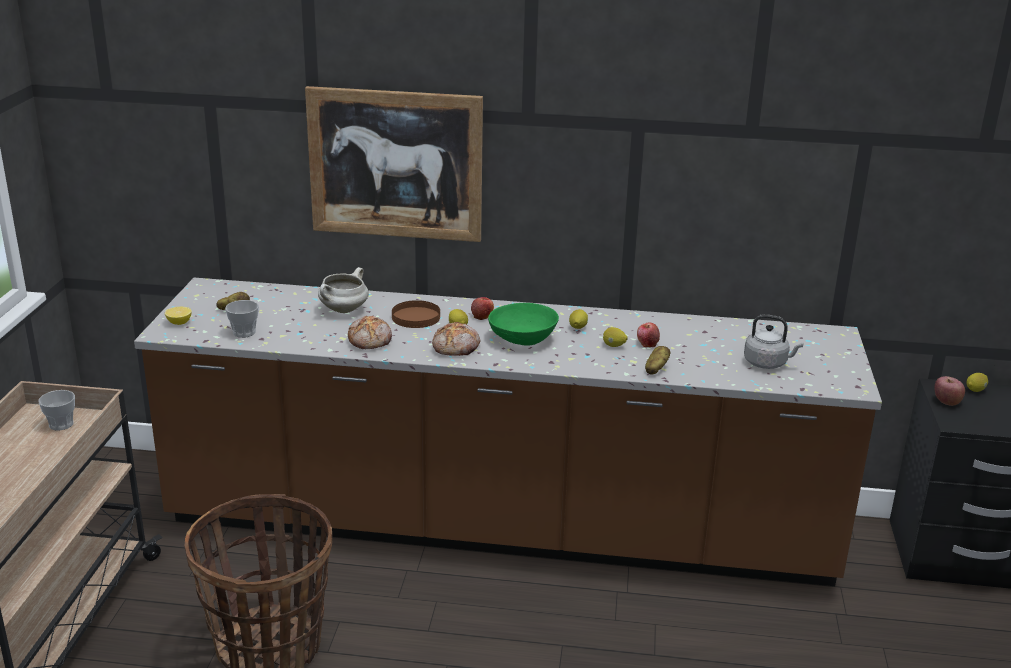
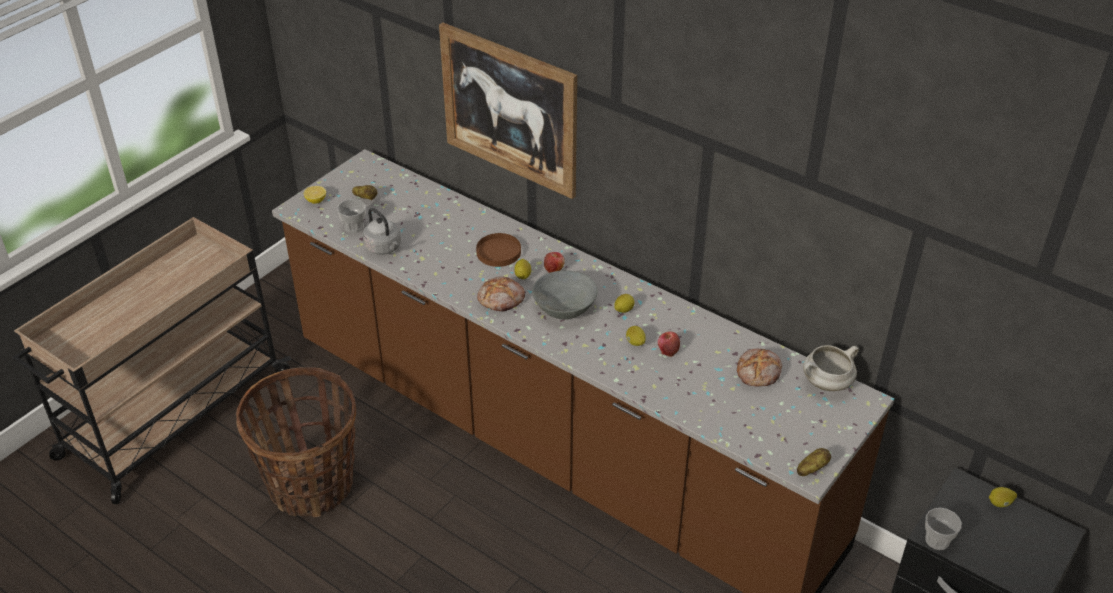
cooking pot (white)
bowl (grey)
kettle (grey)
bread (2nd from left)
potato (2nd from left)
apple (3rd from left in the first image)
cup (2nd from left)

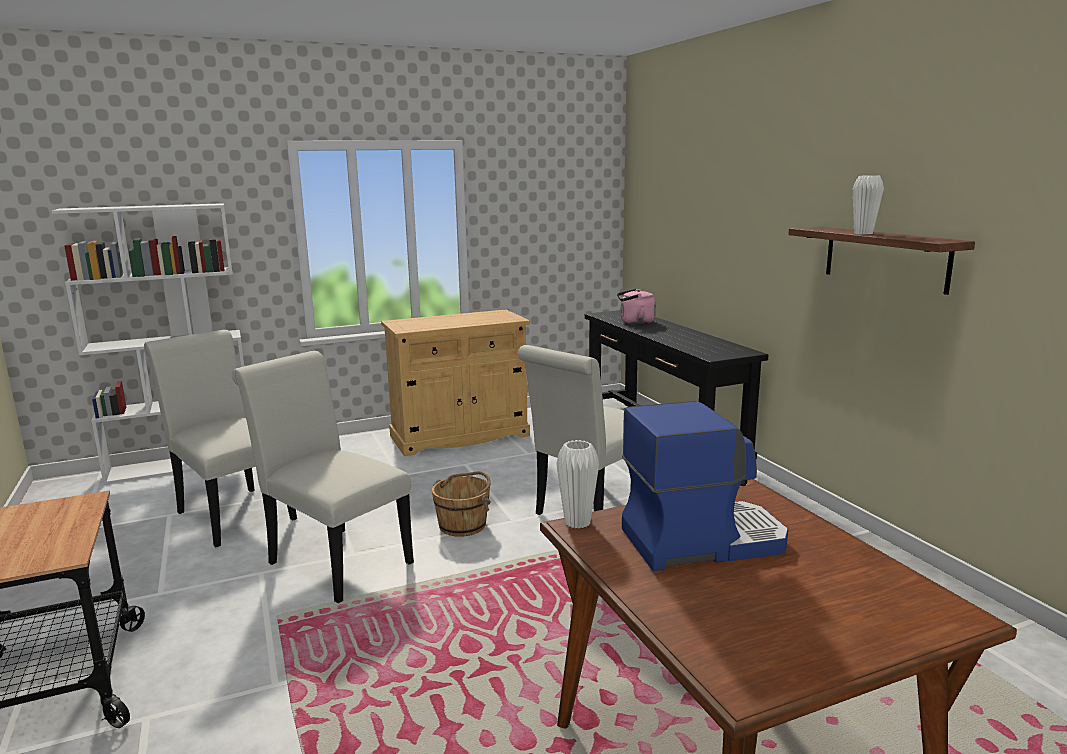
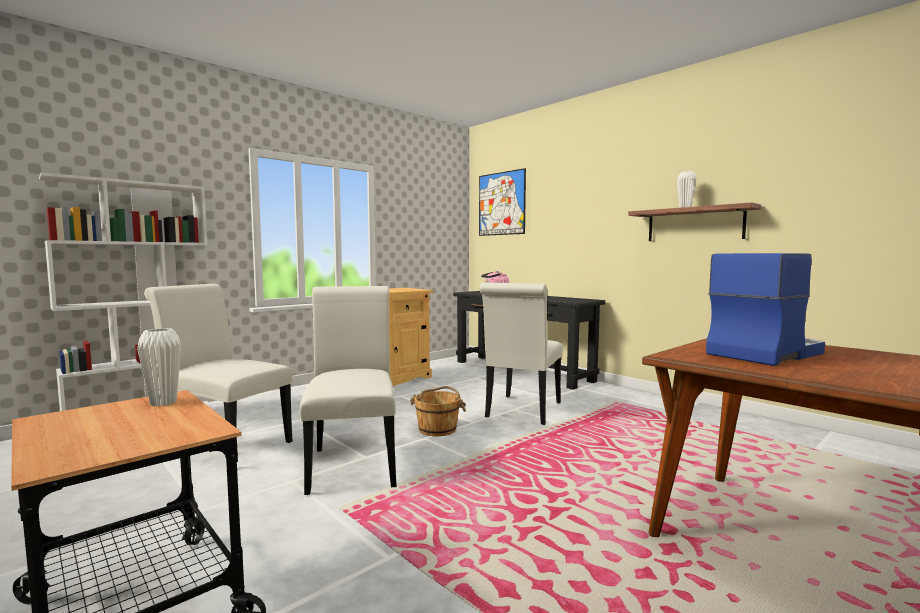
chair (white) (2nd from left)
vase (white) (1st from left)
picture

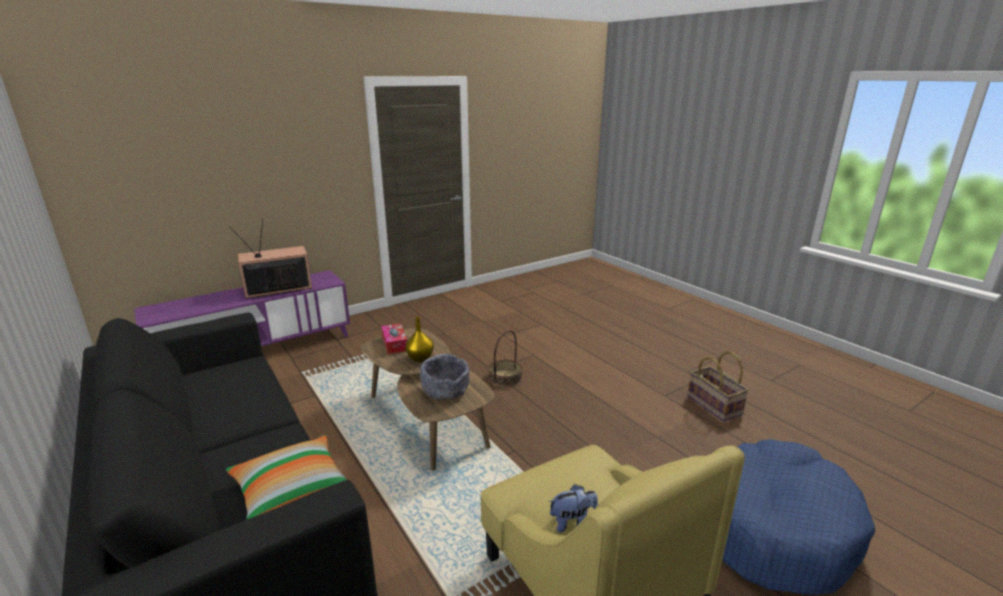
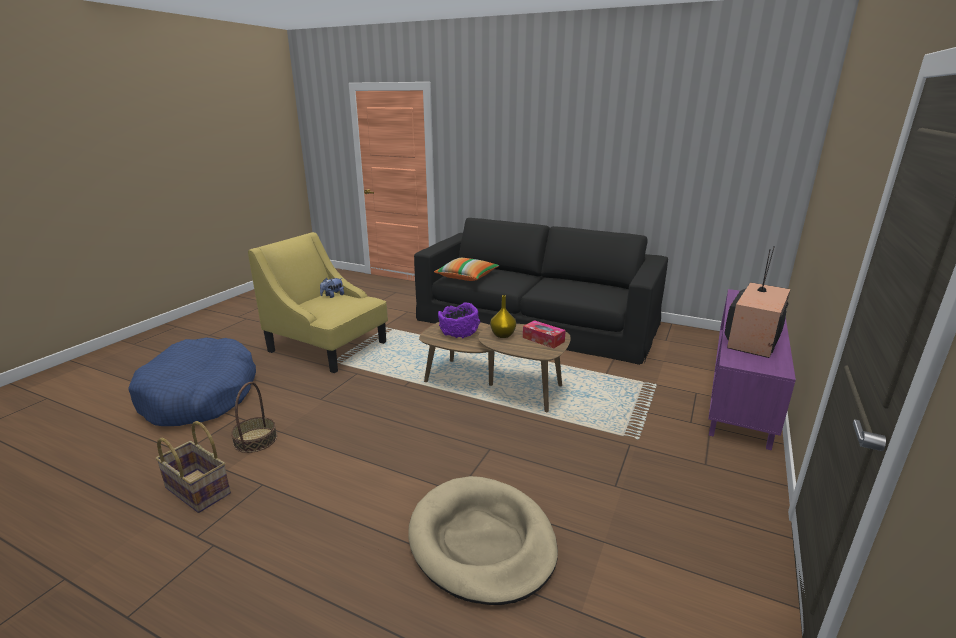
basket (2nd from left)
bowl (purple)
dog bed (beige)

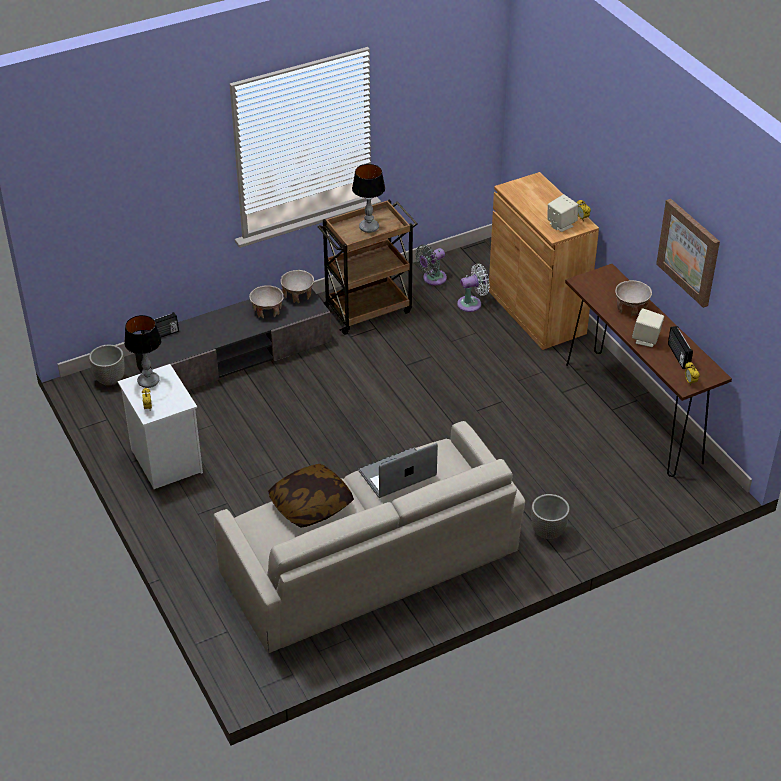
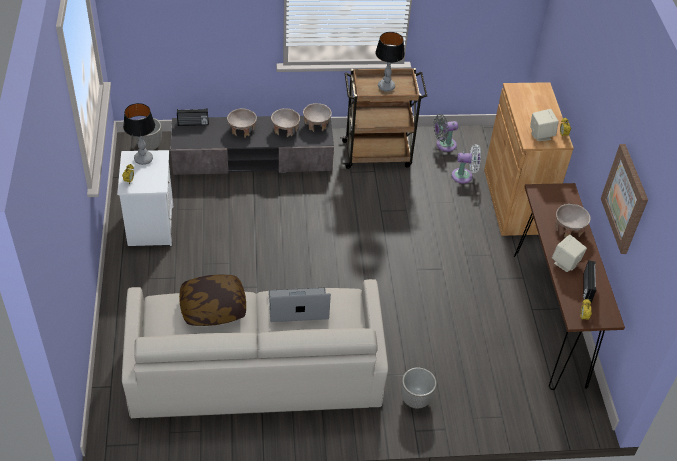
bowl (beige) (1st from left)

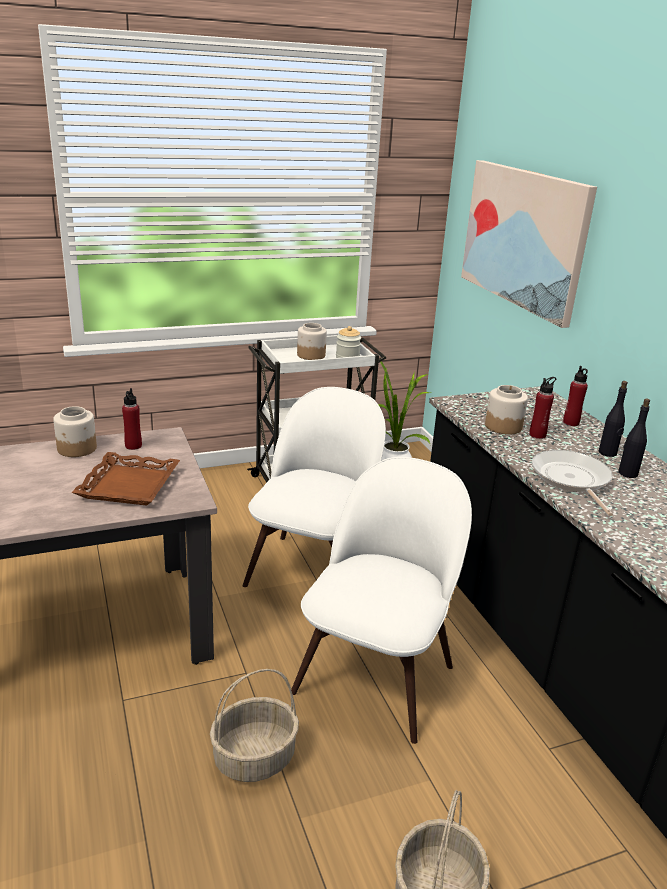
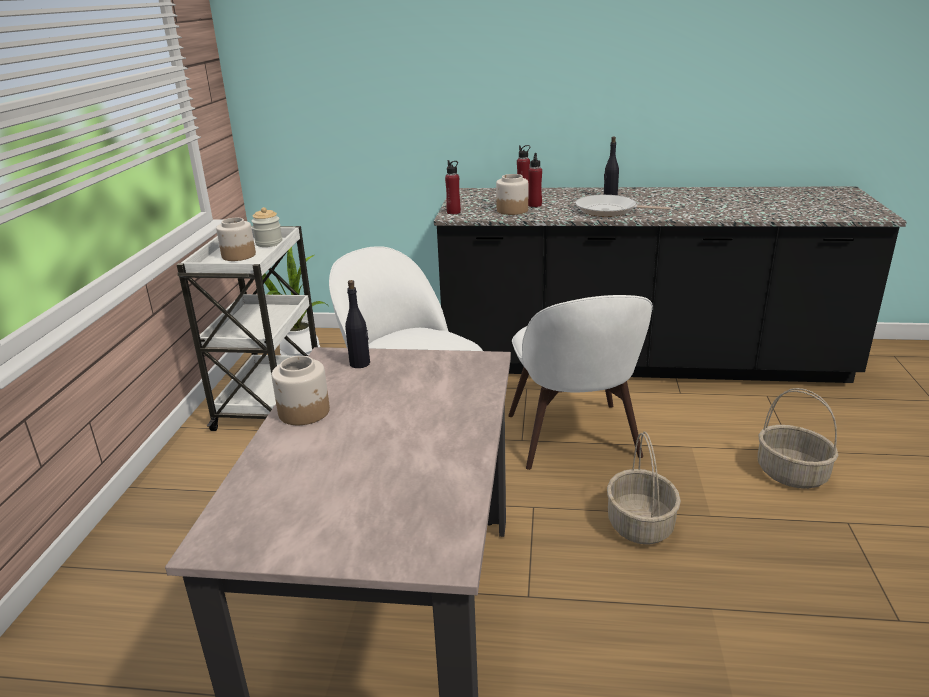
picture
bottle (black) (1st from left)
bottle (red) (1st from left)
tray (brown)
chair (white) (2nd from left)

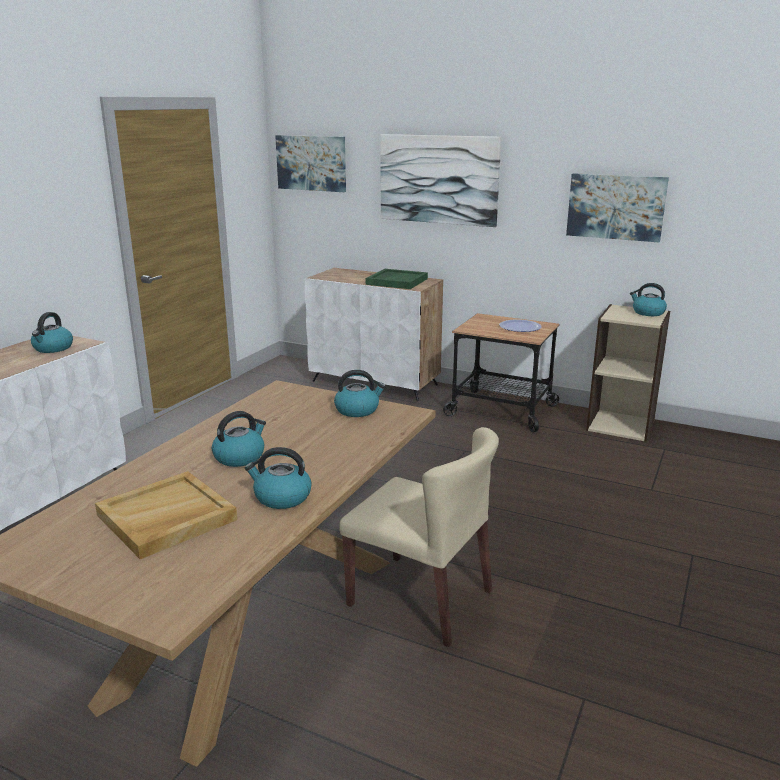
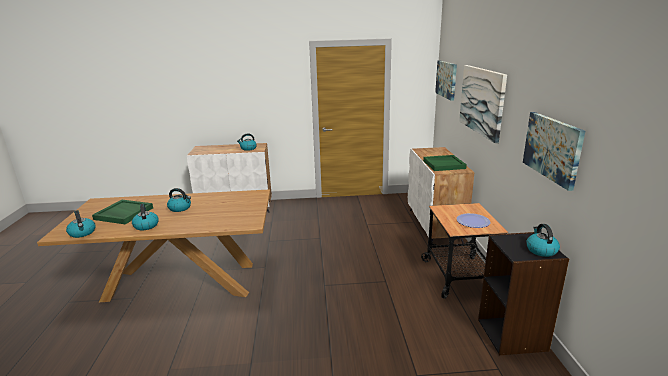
bookcase (black)
kettle (1st from left)
chair (beige)
tray (green) (1st from left)

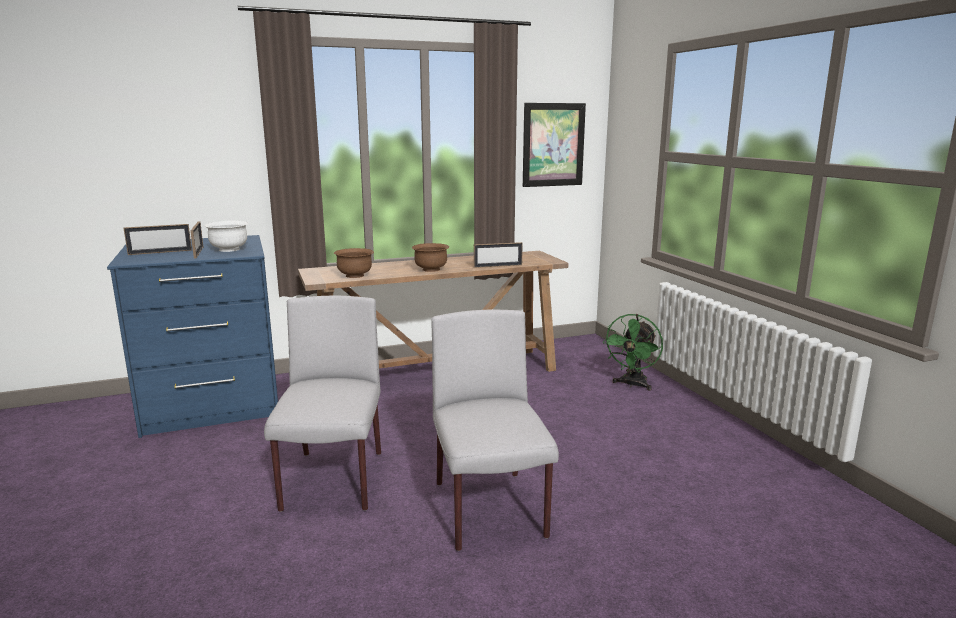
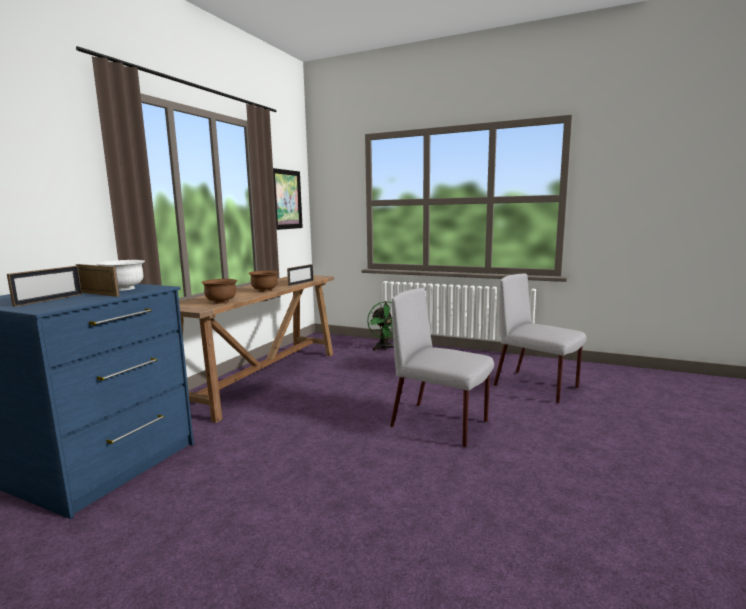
chair (grey) (2nd from left)

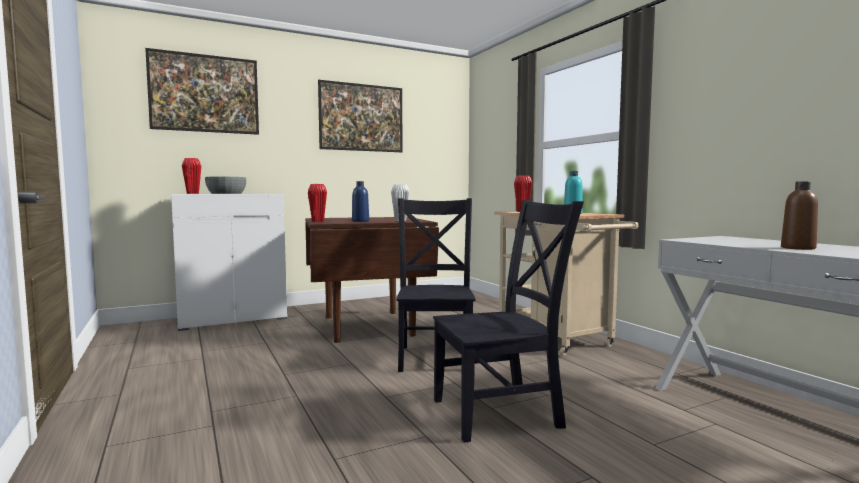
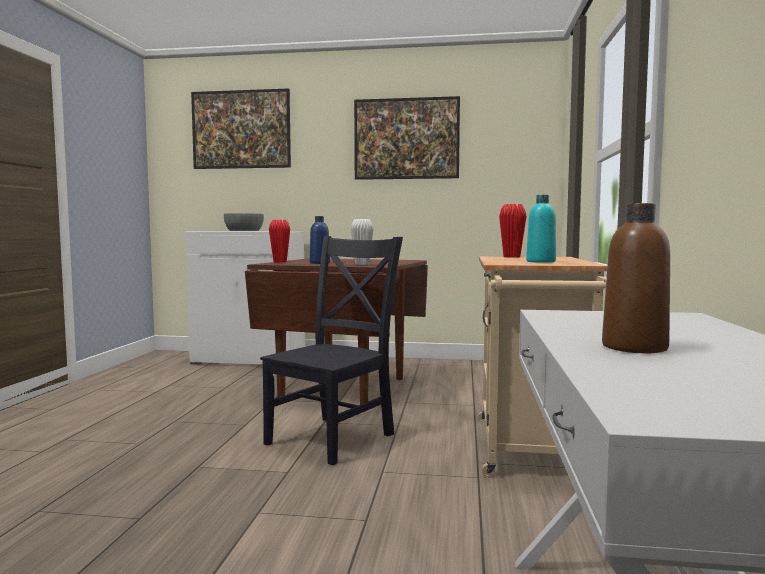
vase (red) (1st from left in the first image)
chair (black) (2nd from left in the first image)

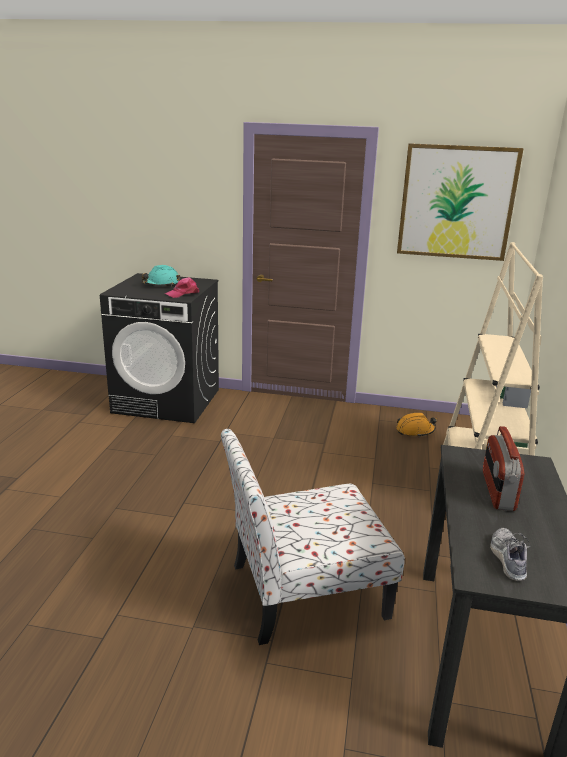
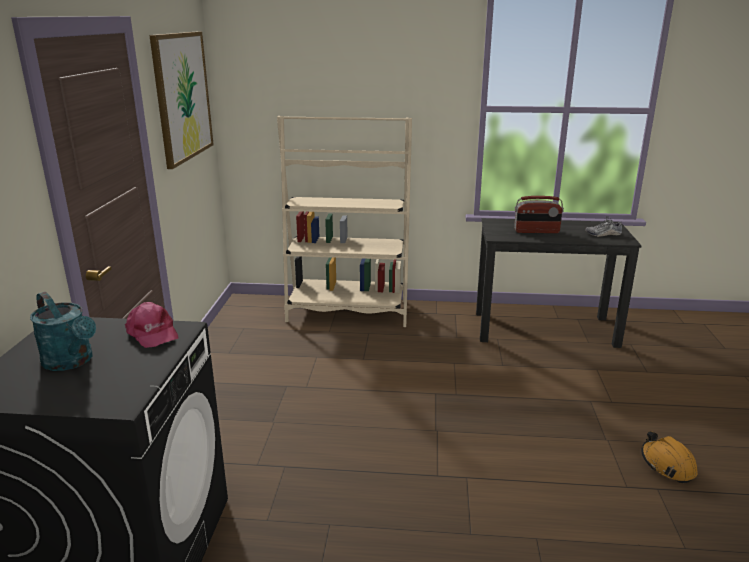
watering can (turquoise)
hard hat (orange)
chair

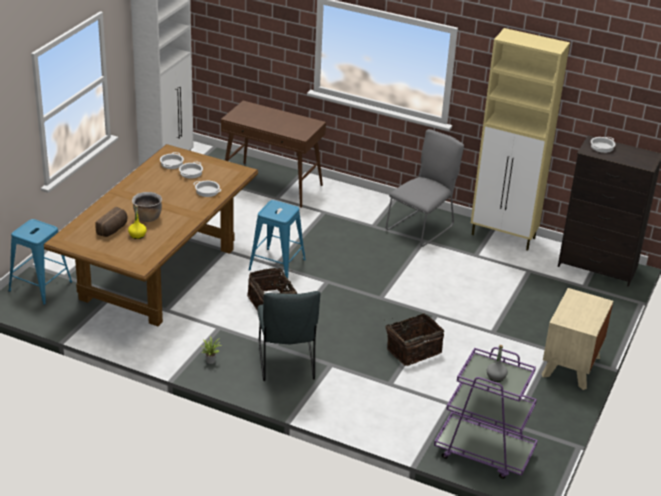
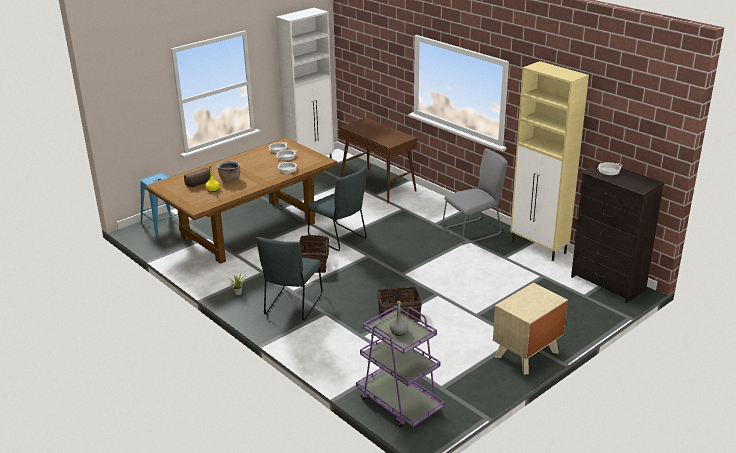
chair (grey) (2nd from left)

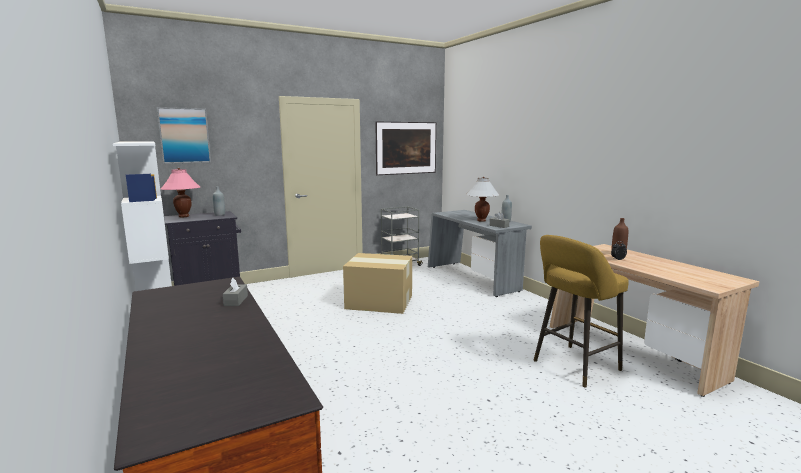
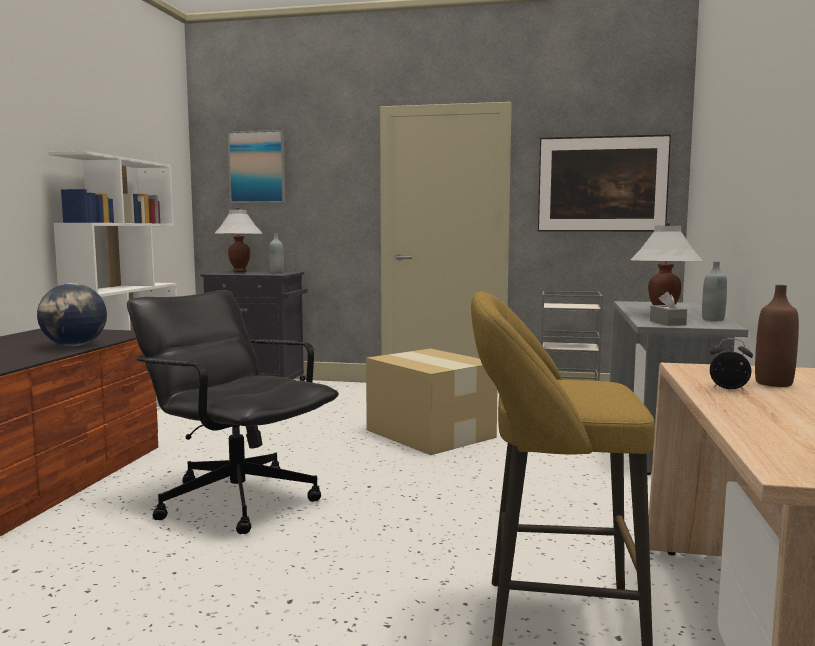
table lamp (white) (1st from left)
globe
office chair (black)

